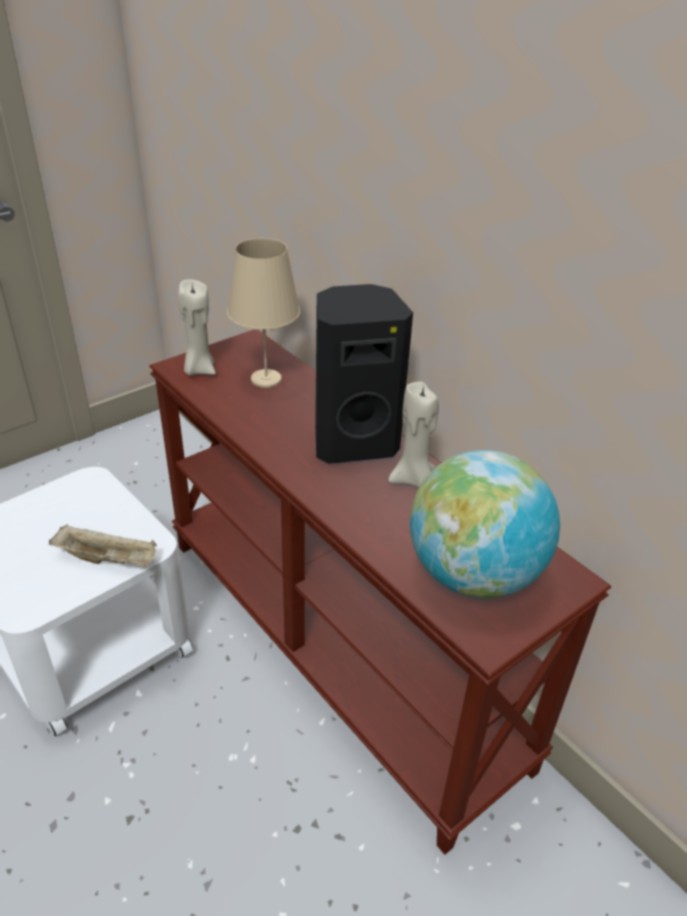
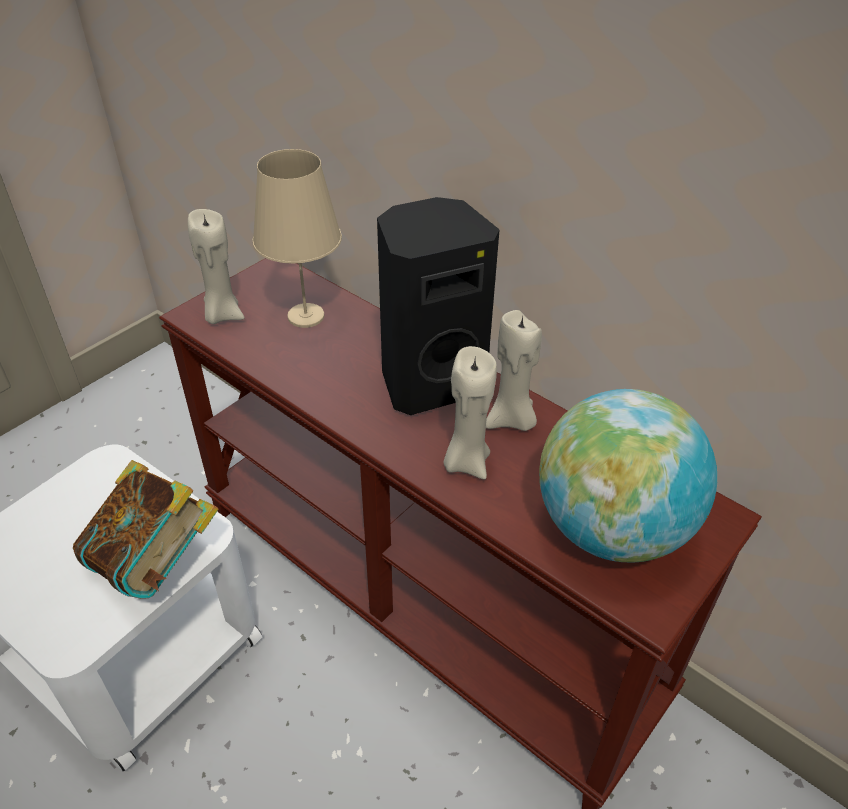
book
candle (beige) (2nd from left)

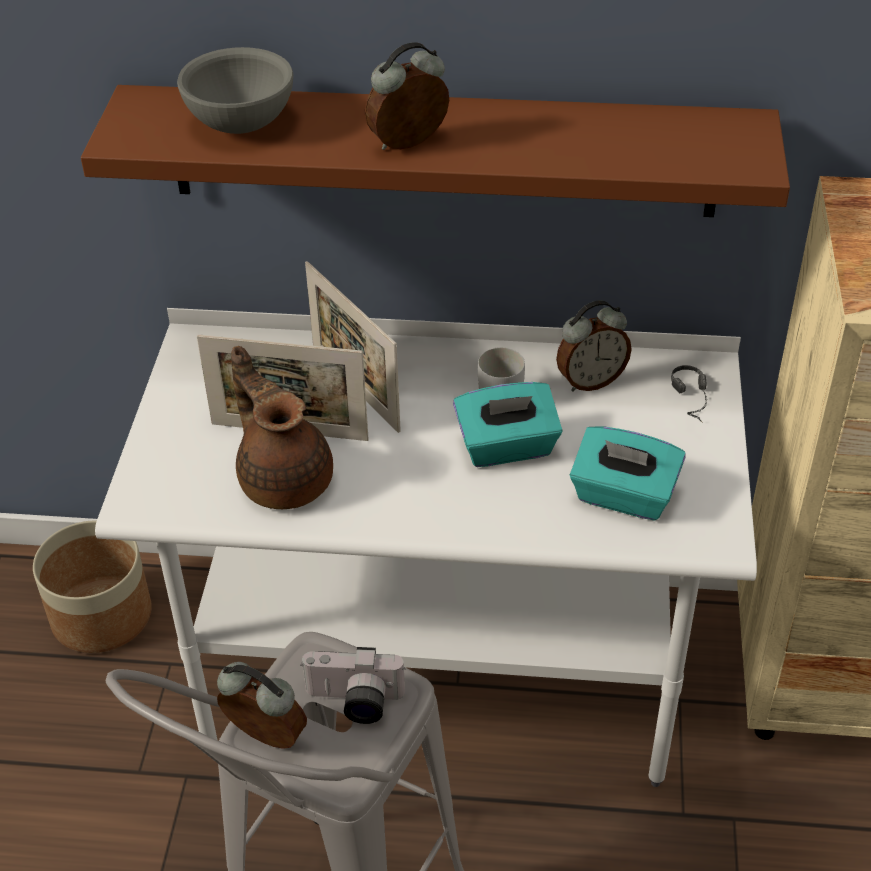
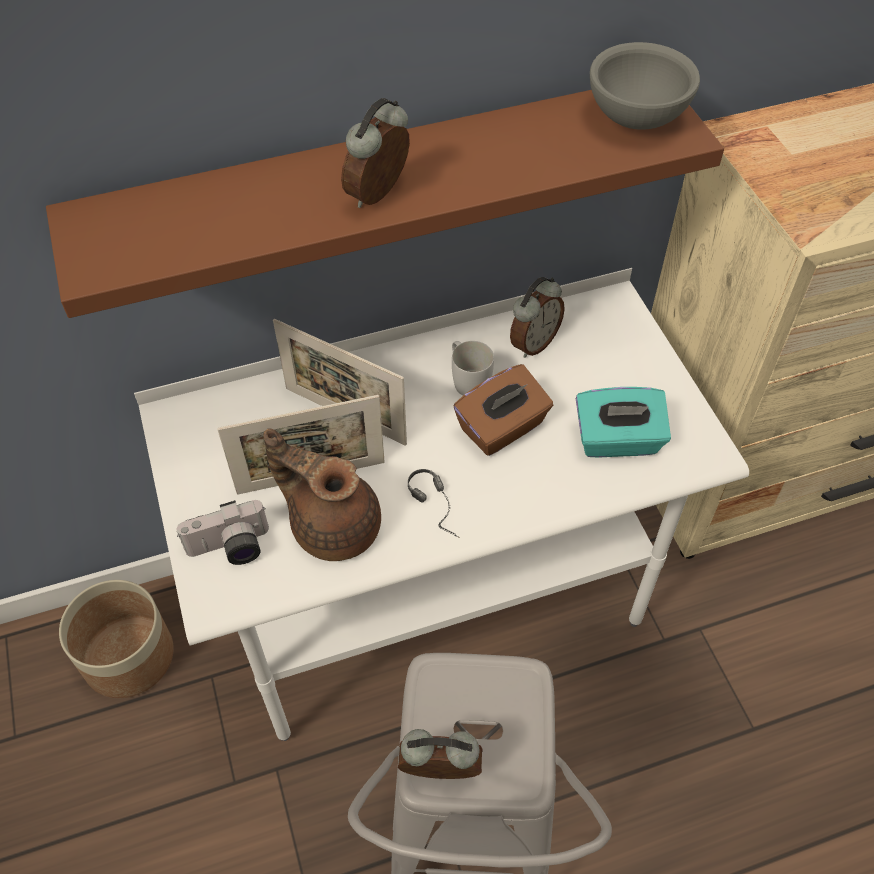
bowl (grey)
headphones
tissue box (brown)
photo camera

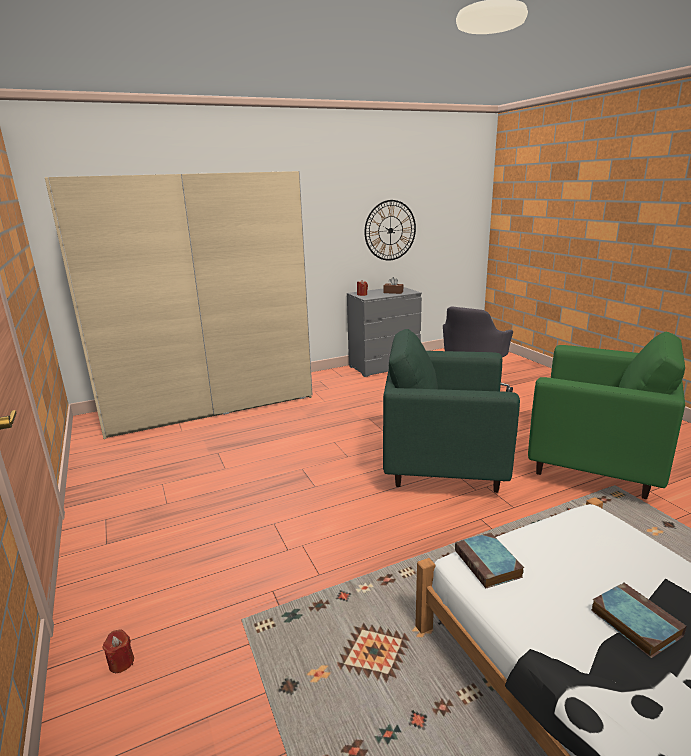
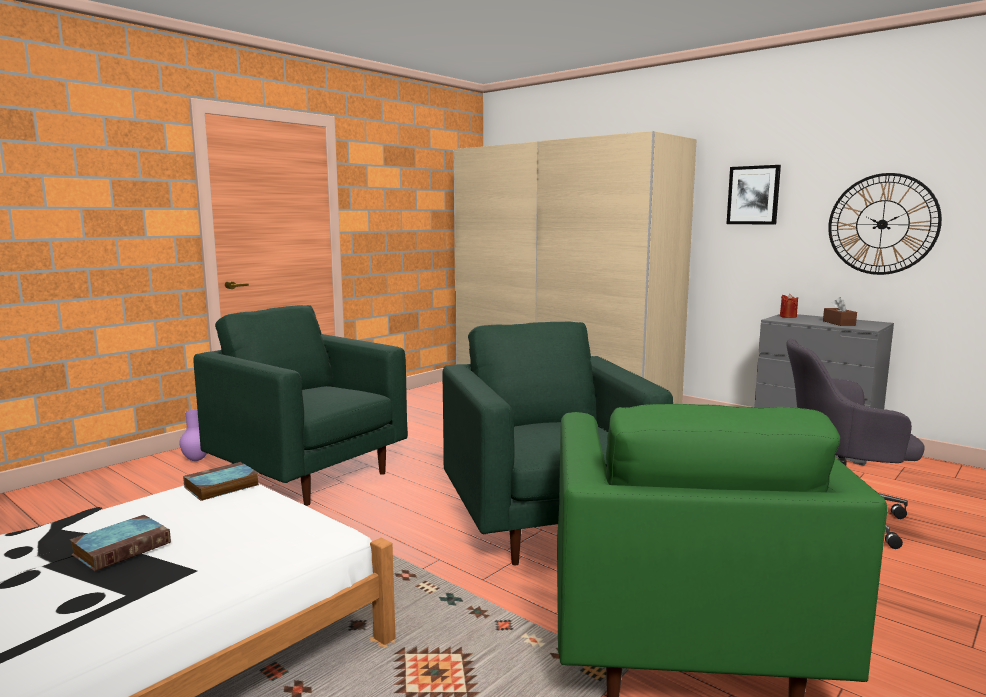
vase (purple)
picture
armchair (green) (1st from left)

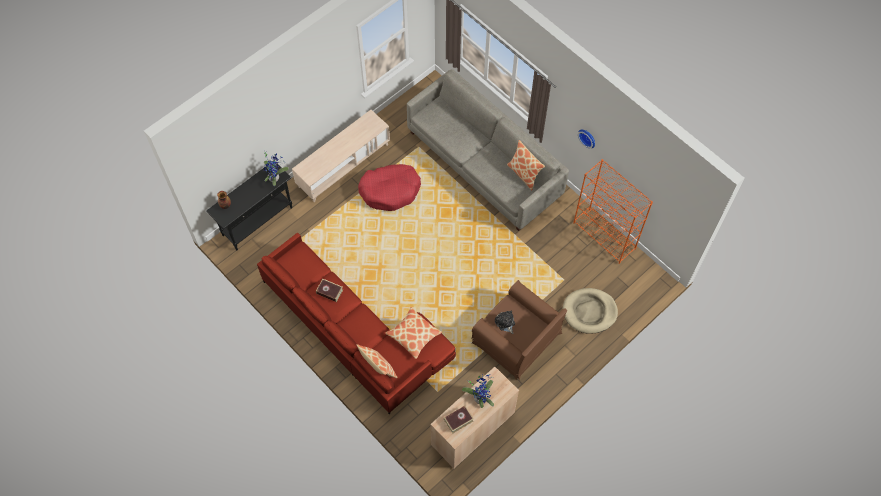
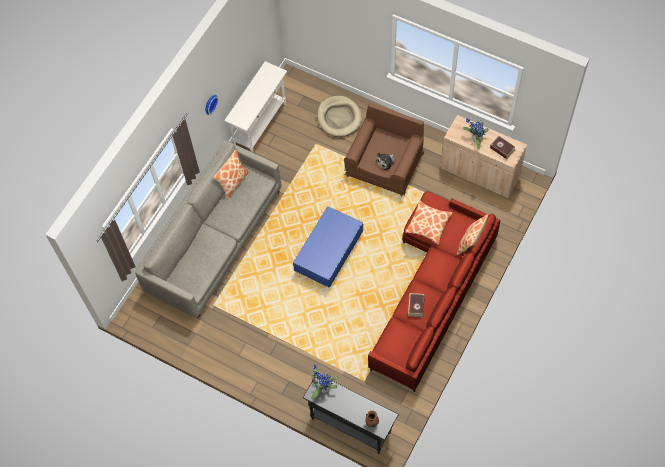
tv stand (beige)
console table (white)
dog bed (red)
coffee table (blue)

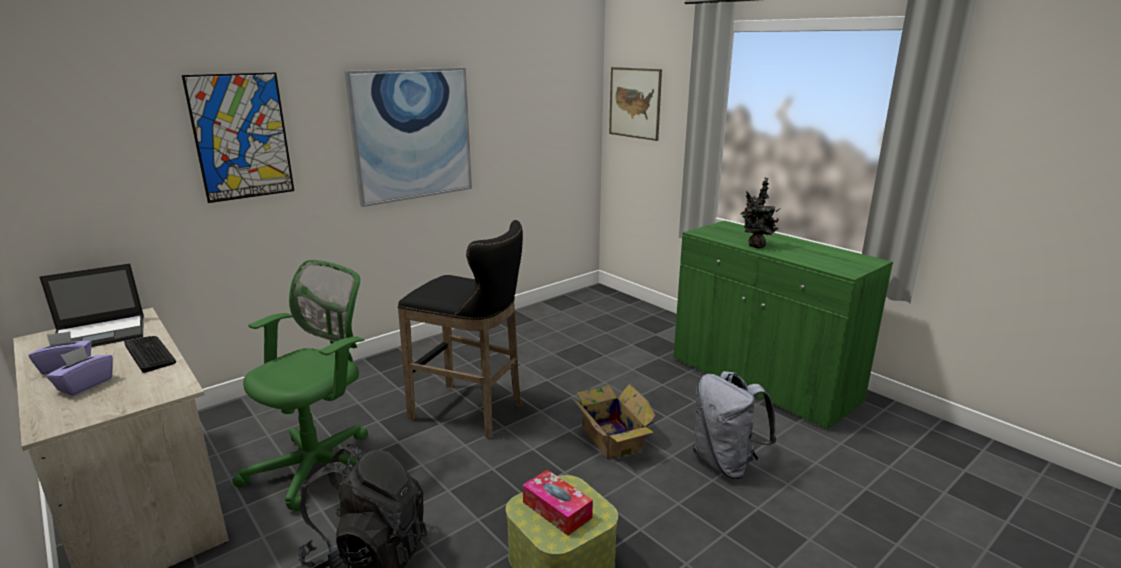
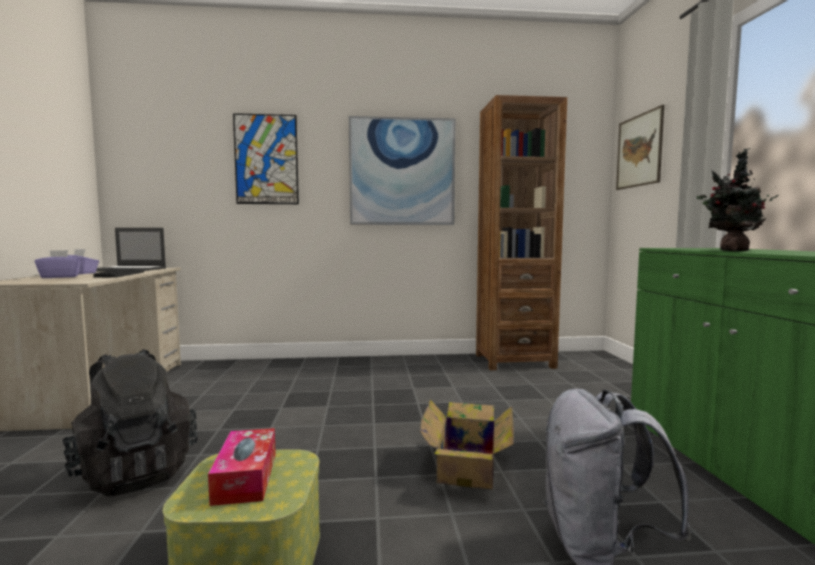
stool (black)
office chair (green)
bookcase (brown)

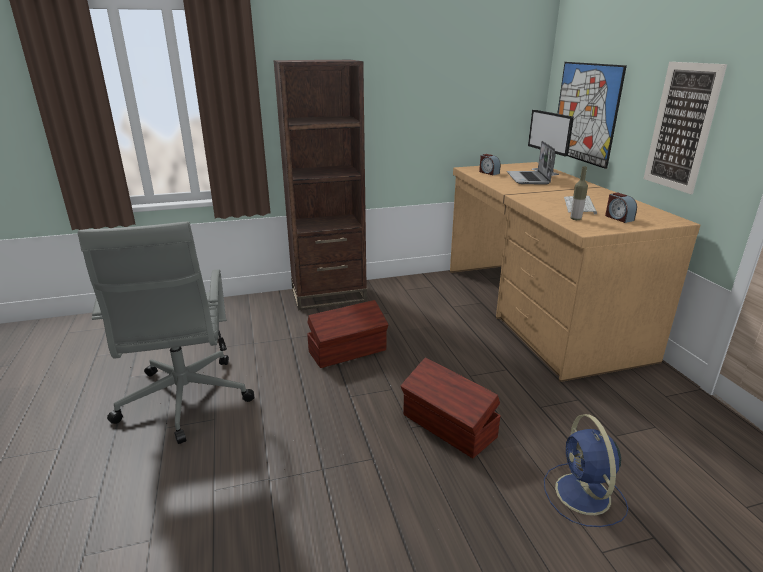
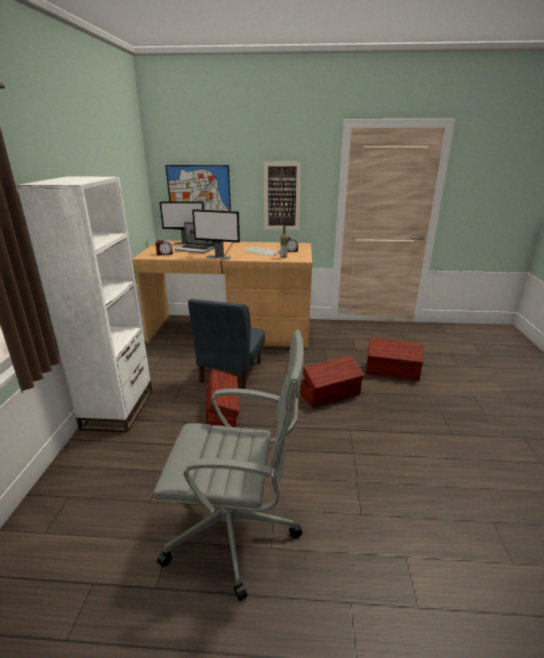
bookcase (white)
storage box (brown) (3rd from left)
monitor (2nd from left)
chair (blue)

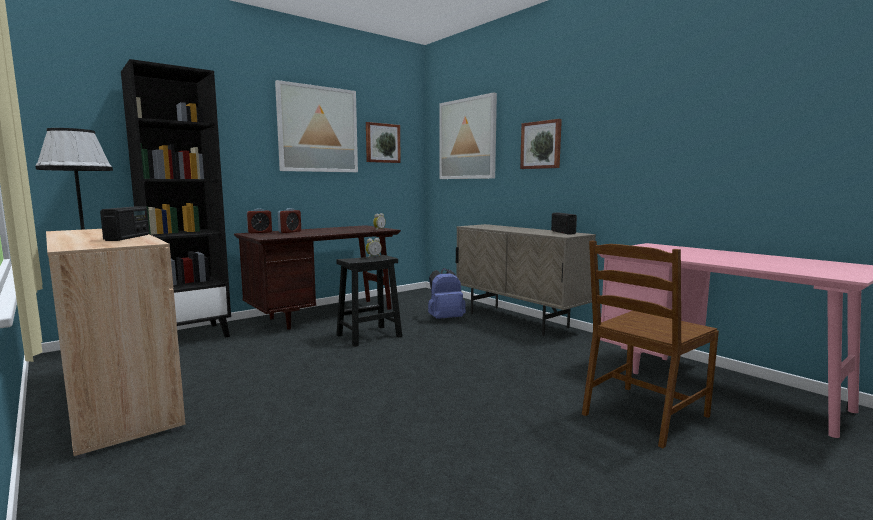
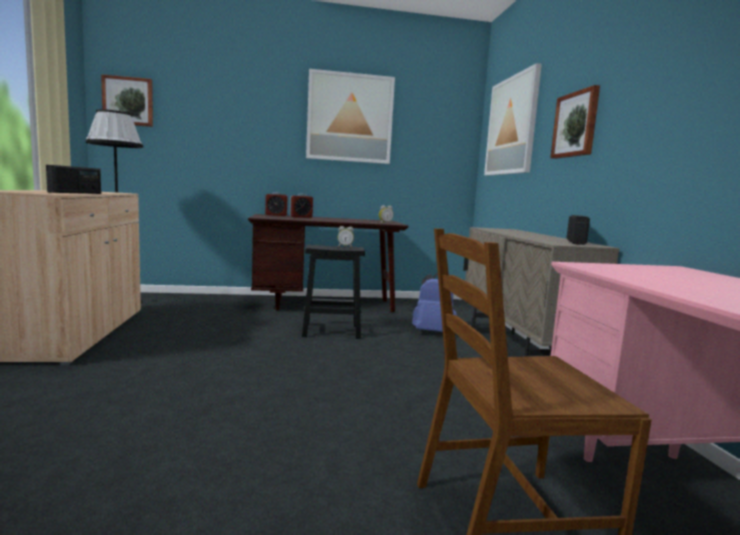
bookcase (black)
picture (1st from left)

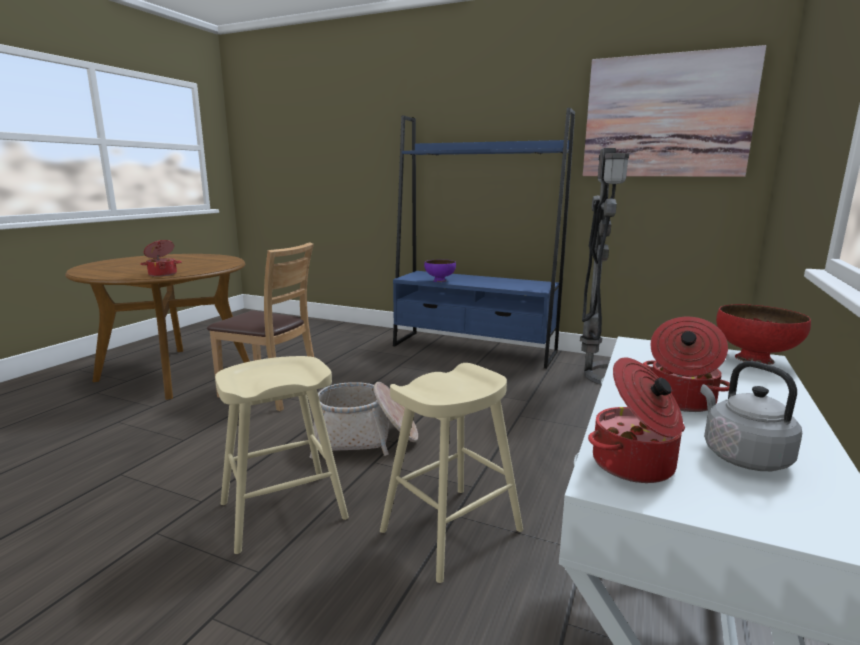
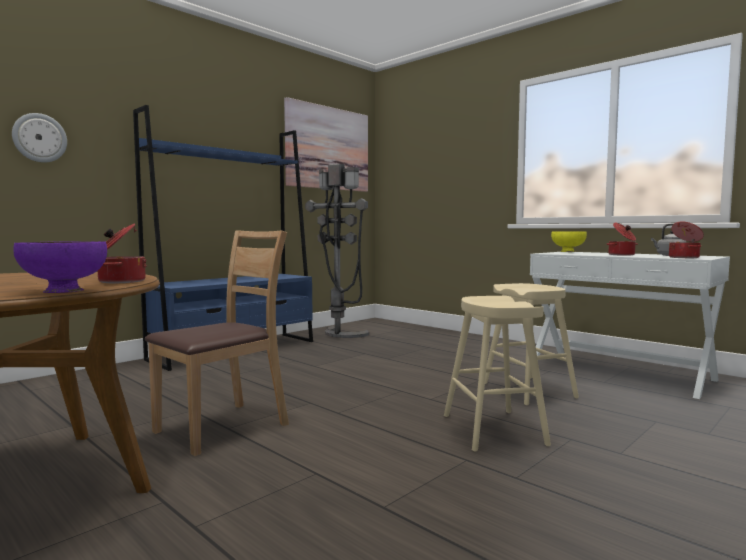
bowl (purple)
bowl (yellow)
basket
wall clock

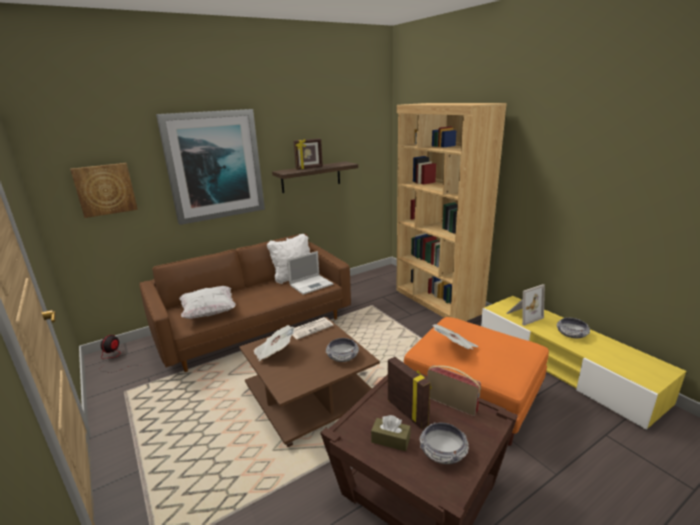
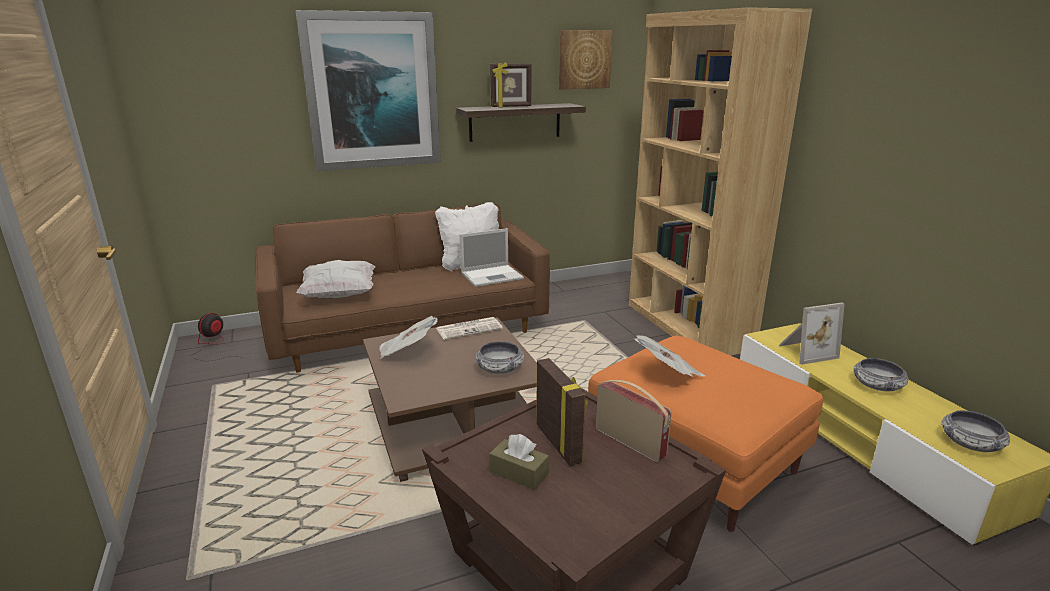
picture (2nd from left)
bowl (3rd from left)

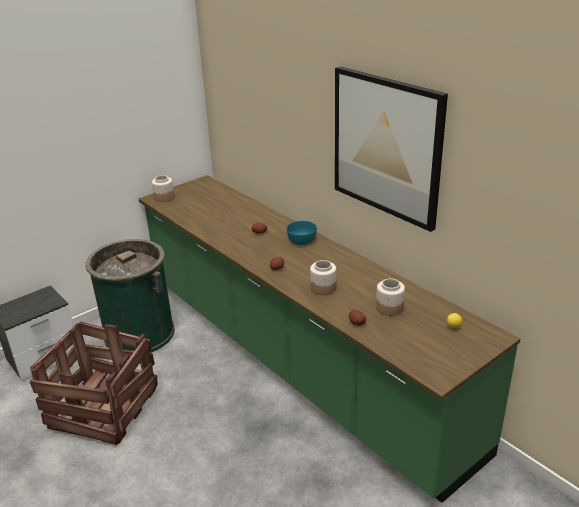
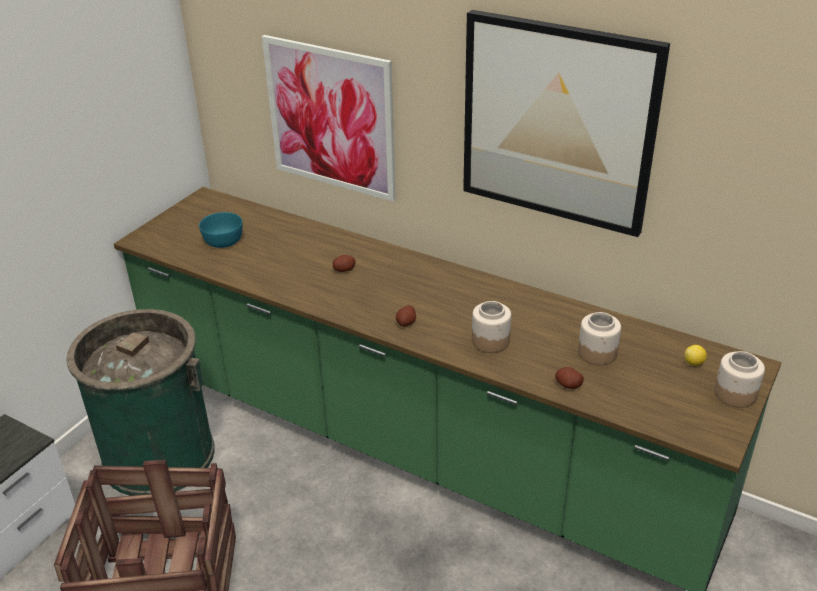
jar (3rd from left)
bowl (turquoise)
picture (1st from left)

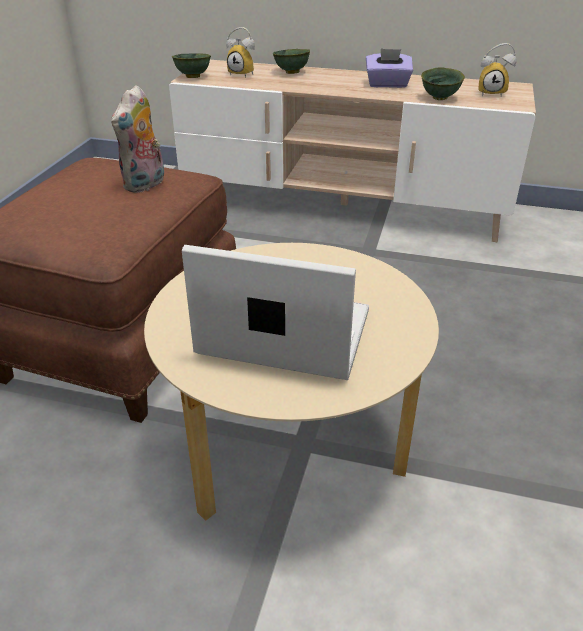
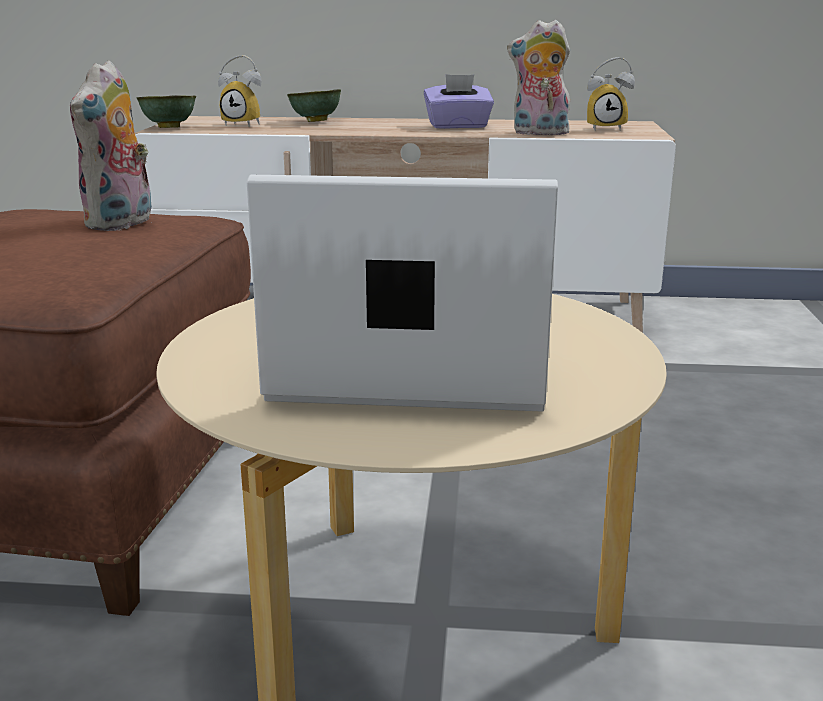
plush toy (2nd from left)

